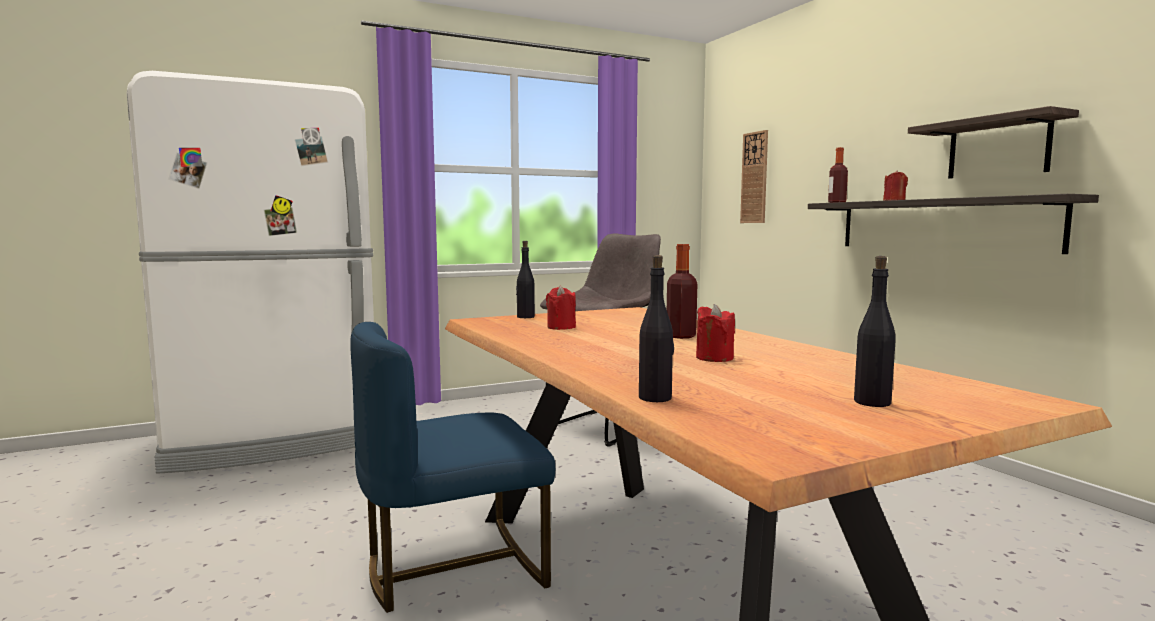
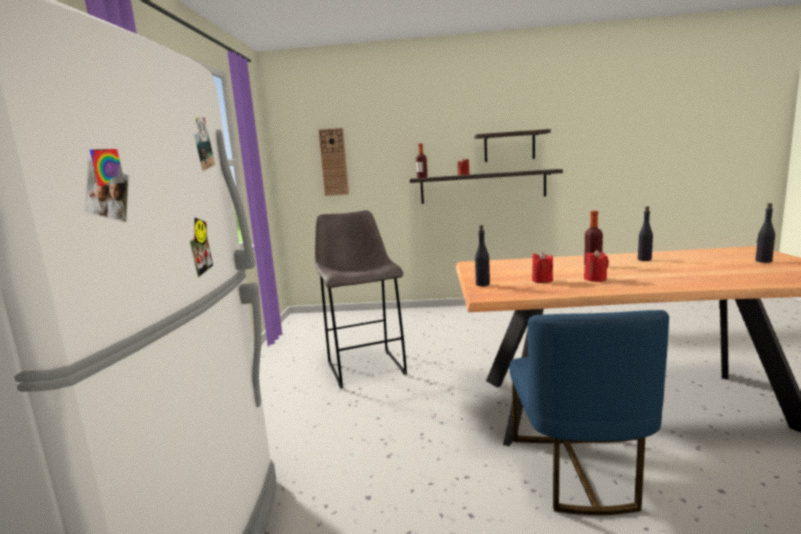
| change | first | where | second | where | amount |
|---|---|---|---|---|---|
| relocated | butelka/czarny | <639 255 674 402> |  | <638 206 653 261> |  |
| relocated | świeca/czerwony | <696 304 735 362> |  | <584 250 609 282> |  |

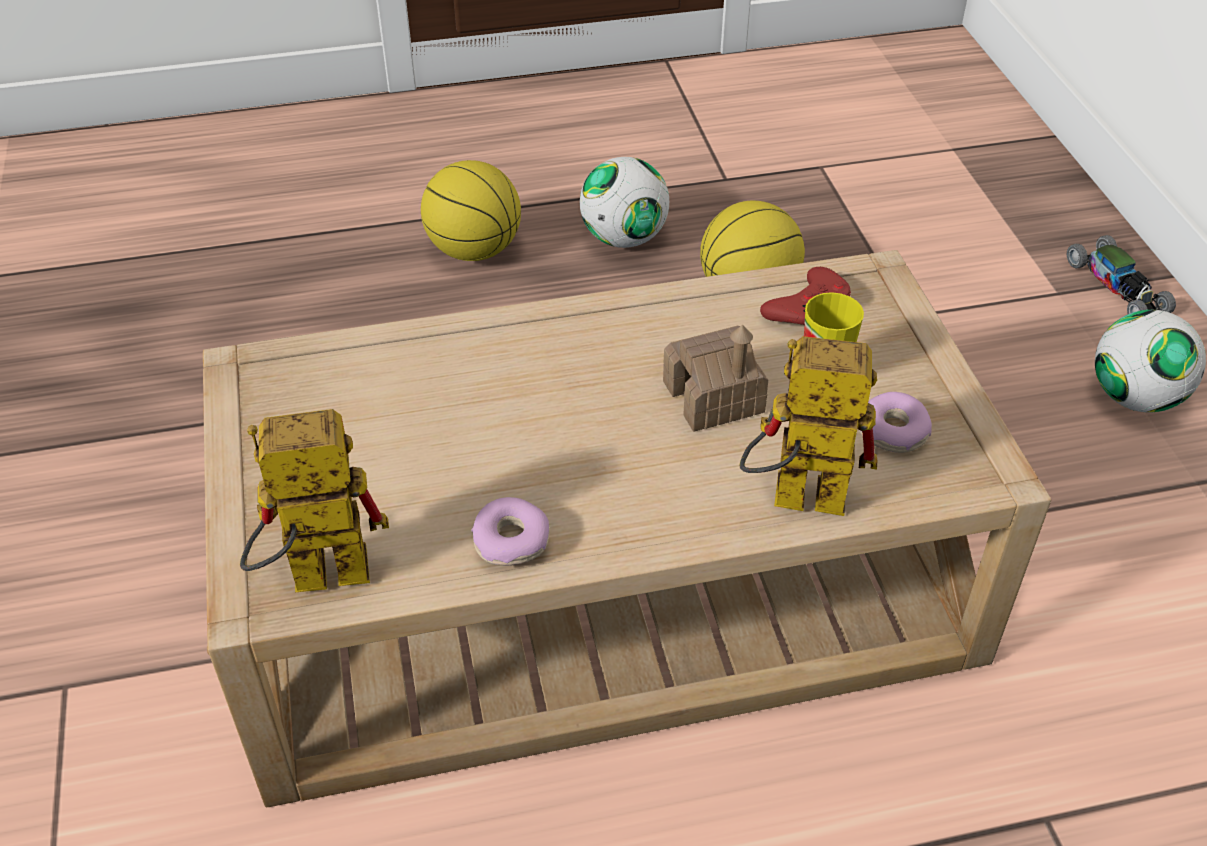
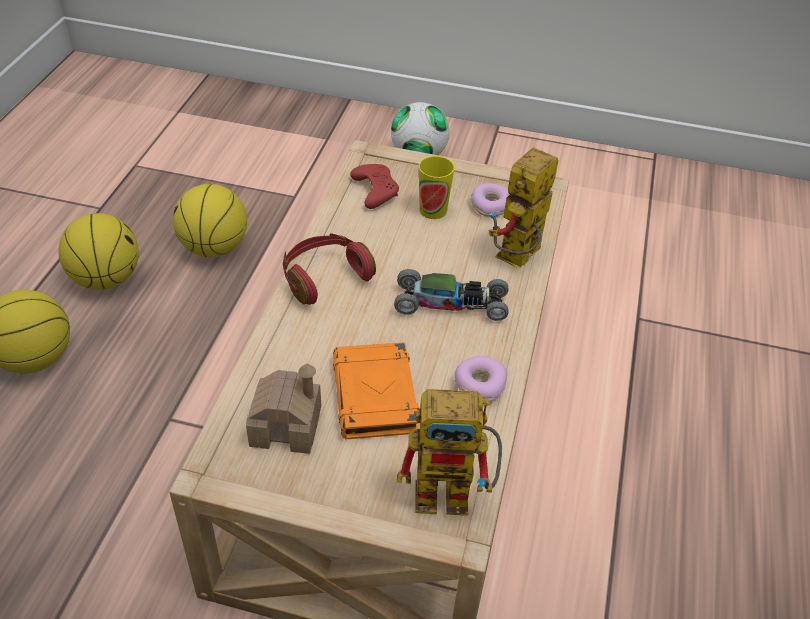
| change | first | where | second | where | amount |
|---|---|---|---|---|---|
| spun | robot zabawkowy | <240 409 389 592> |  | <397 389 502 516> | 105 degrees counterclockwise |
| exchanged | piłka futbolowa | <580 157 669 248> | piłka do koszykówki | <58 213 139 290> |  |
| relocated | domek | <663 325 768 432> |  | <246 364 321 454> |  |
| relocated | samochodzik | <1067 235 1176 314> |  | <394 269 509 321> |  |
| appeared |  |  | słuchawki/czerwony | <283 233 376 305> |  |
| appeared |  |  | książka/pomarańczowy | <333 342 419 439> |  |

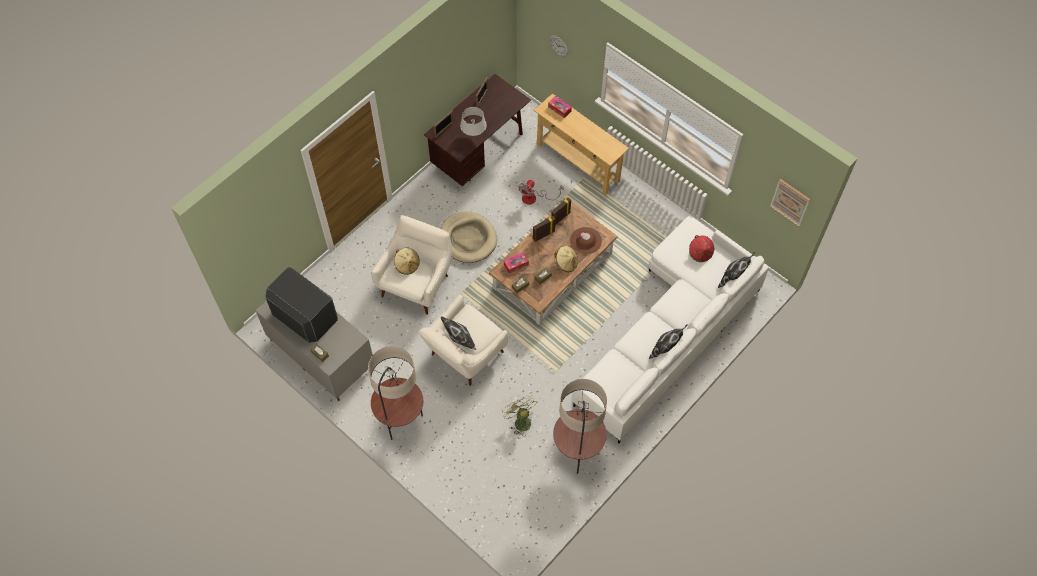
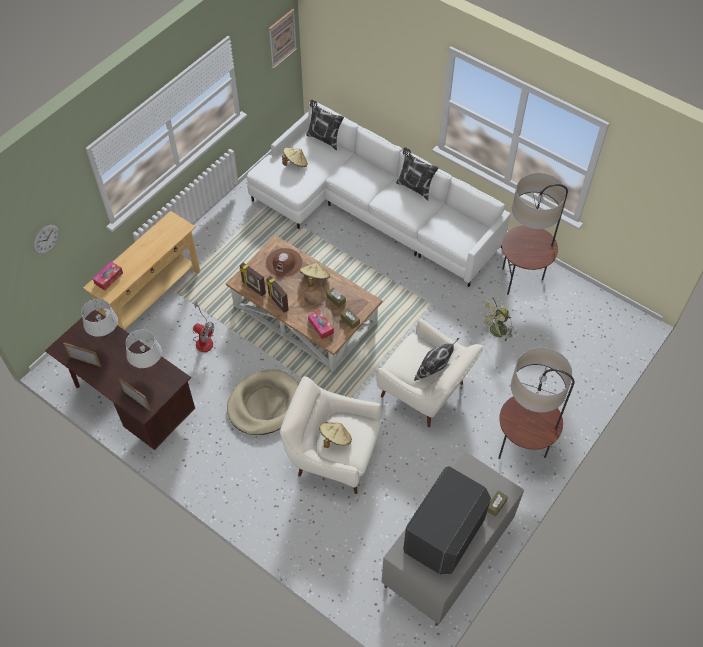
| change | first | where | second | where | amount |
|---|---|---|---|---|---|
| colour | kapelusz/czerwony | <689 235 714 262> | kapelusz/beżowy | <282 147 308 167> |  |
| appeared |  |  | lampa stołowa/szary | <82 299 118 337> |  |

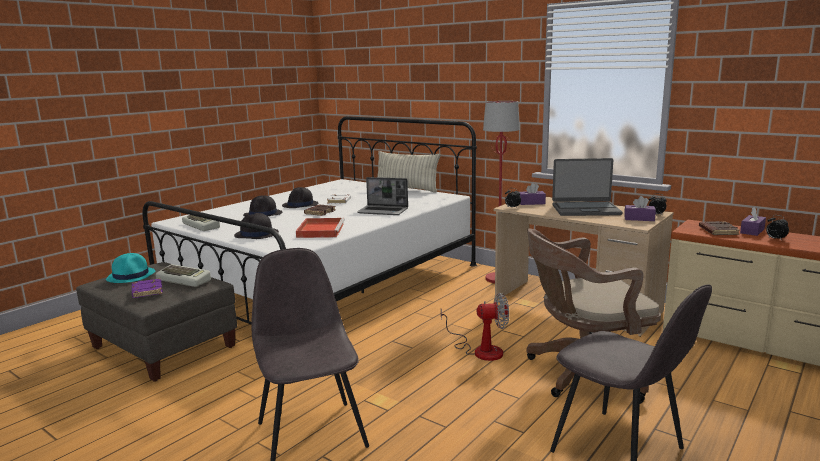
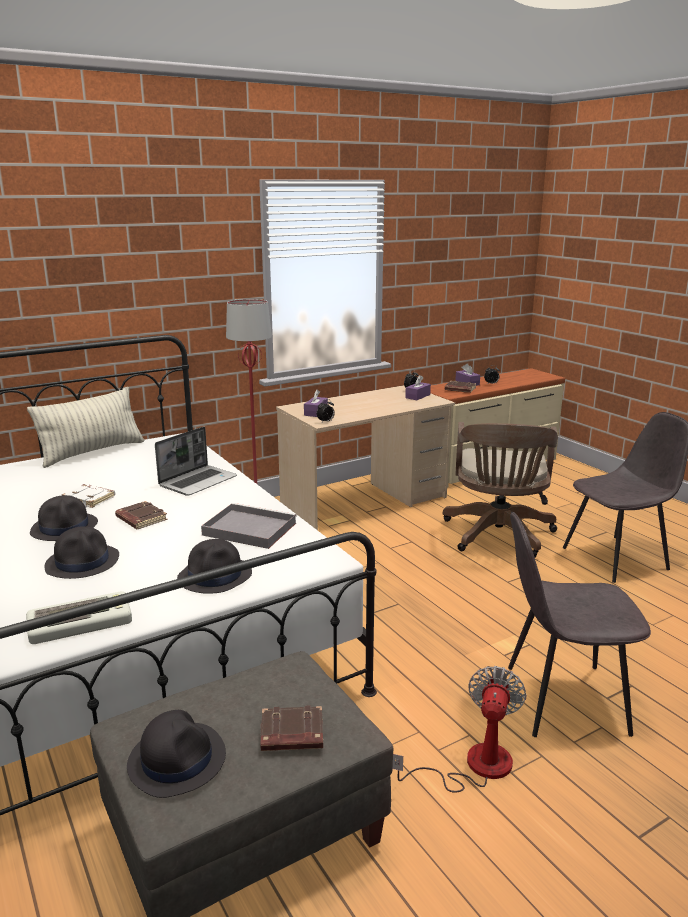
| change | first | where | second | where | amount |
|---|---|---|---|---|---|
| colour | kapelusz/turkusowy | <106 253 156 283> | kapelusz/czarny | <127 710 226 798> |  |
| colour | książka/fioletowy | <132 278 163 298> | książka/brązowy | <260 706 323 751> |  |
| missing | klawiatura | <156 264 211 287> |  |  |  |
| colour | taca/czerwony | <296 218 345 238> | taca/szary | <201 503 297 549> |  |
| relocated | wentylator | <441 293 509 361> |  | <393 666 527 793> |  |
| missing | laptop | <552 158 622 216> |  |  |  |

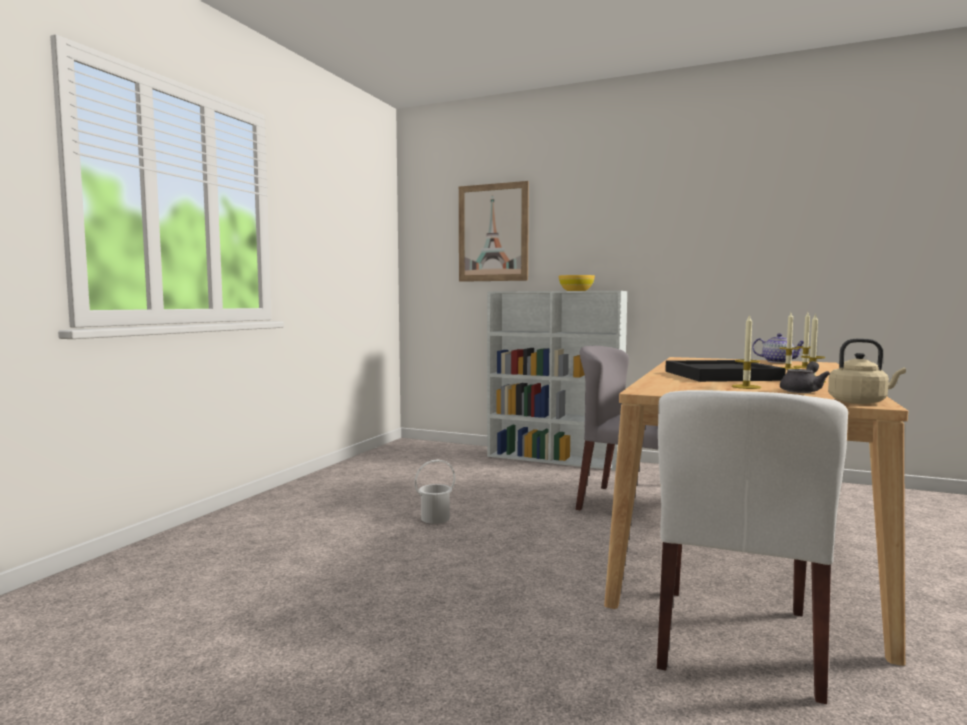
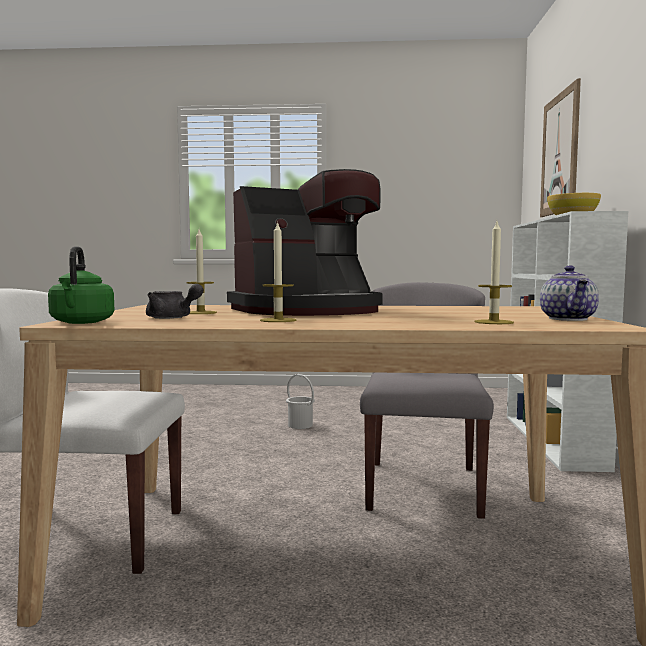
| change | first | where | second | where | amount |
|---|---|---|---|---|---|
| exchanged | taca/czarny | <665 360 786 382> | ekspres do kawy | <227 169 383 316> |  |
| missing | świeca | <779 313 800 370> |  |  |  |
| colour | czajnik/beżowy | <828 338 906 404> | czajnik/zielony | <48 246 115 324> |  |

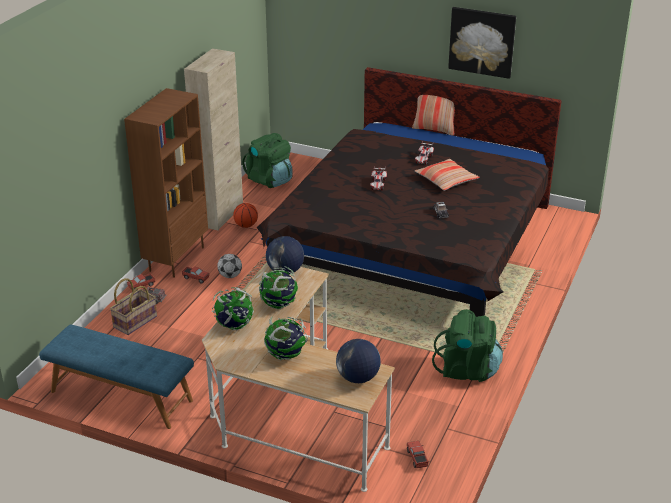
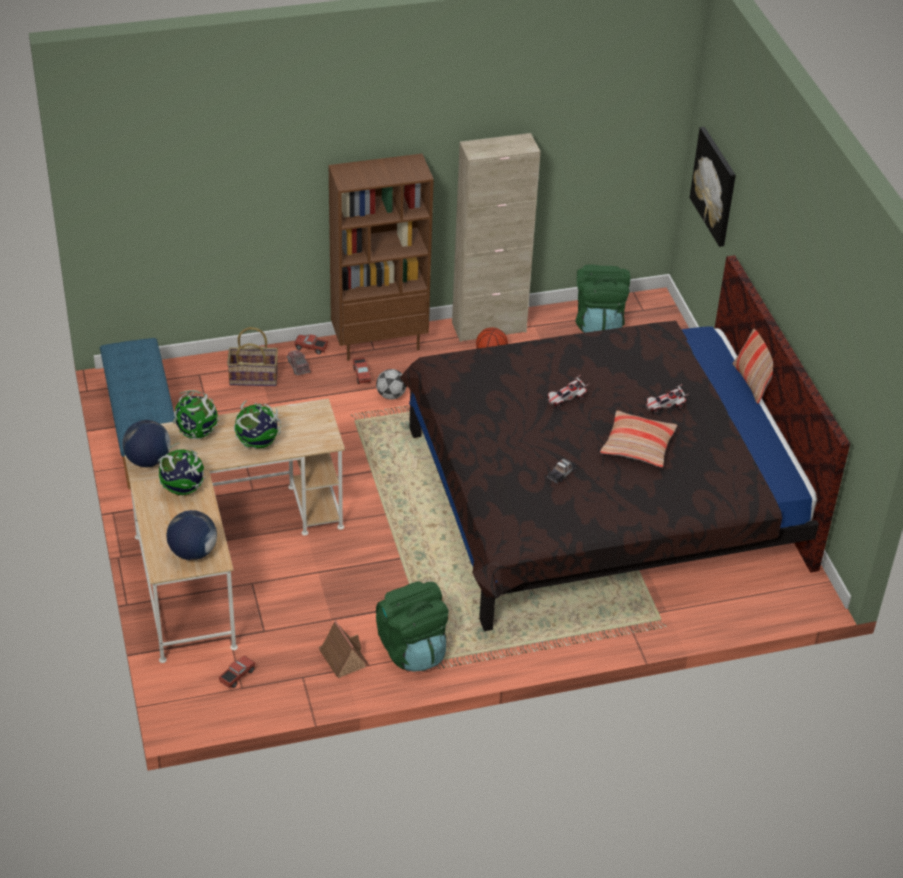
| change | first | where | second | where | amount |
|---|---|---|---|---|---|
| relocated | globus | <266 236 304 274> |  | <122 420 171 467> |  |
| relocated | obraz | <448 7 516 79> |  | <689 127 736 247> |  |
| appeared |  |  | domek | <319 620 368 678> |  |

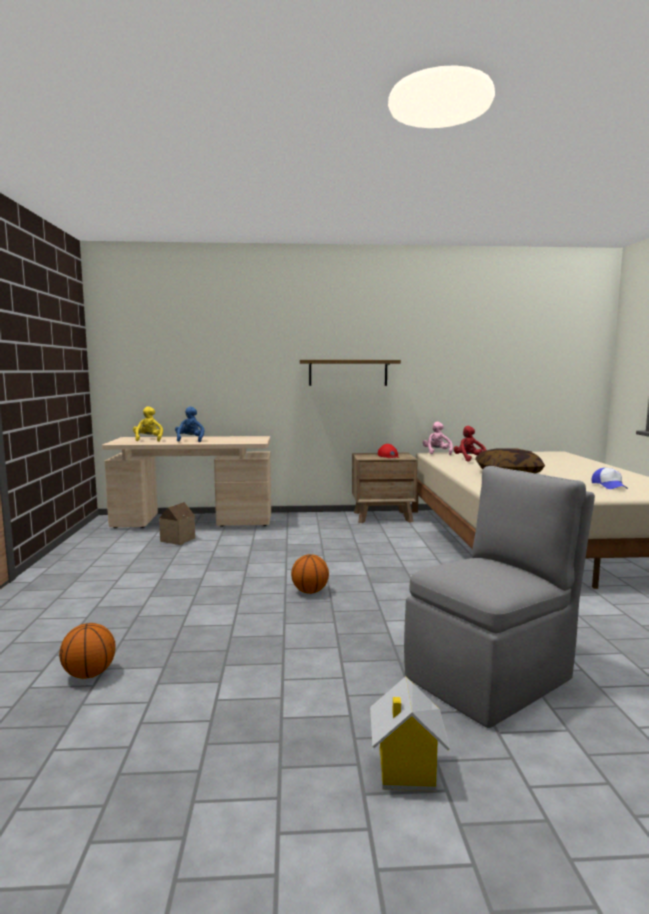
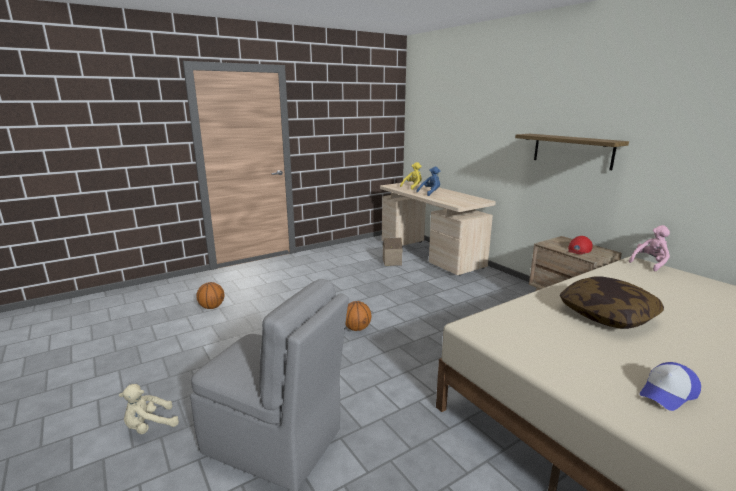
| change | first | where | second | where | amount |
|---|---|---|---|---|---|
| exchanged | domek | <370 676 450 791> | pluszak/beżowy | <119 384 179 434> |  |
| missing | pluszak/czerwony | <454 426 486 462> |  |  |  |

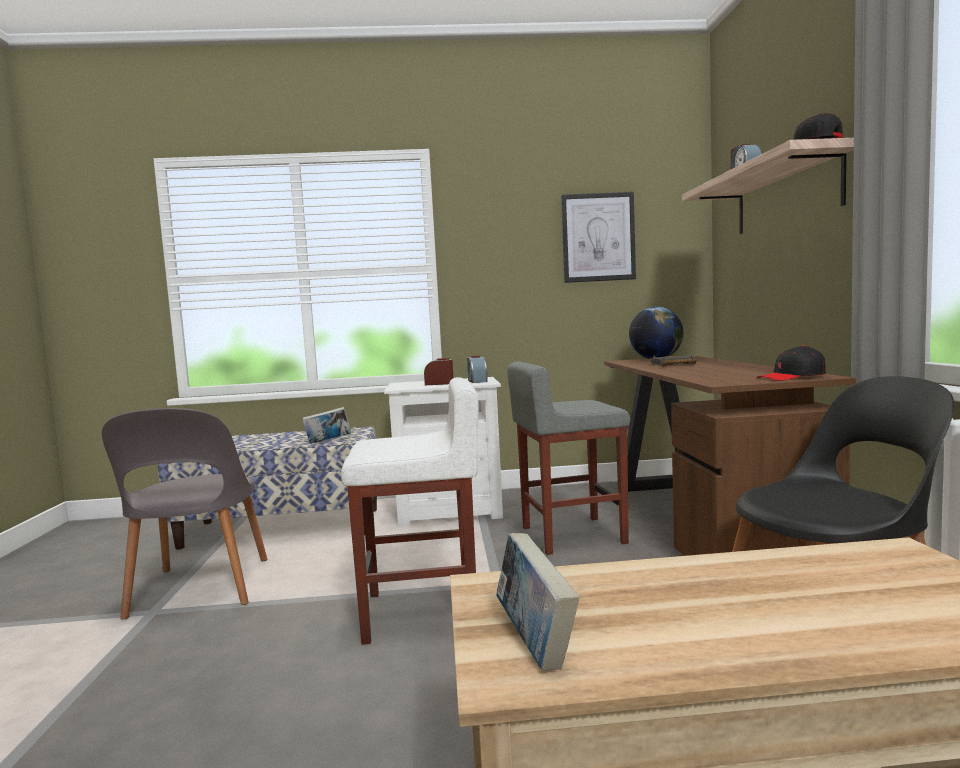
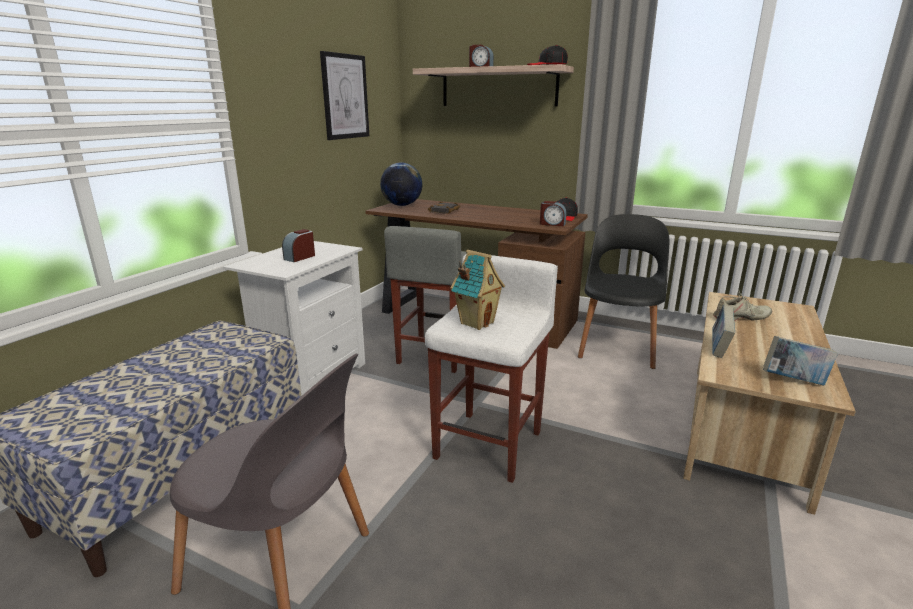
| change | first | where | second | where | amount |
|---|---|---|---|---|---|
| relocated | książka | <303 407 351 444> |  | <712 304 735 358> |  |
| relocated | budzik | <467 355 488 383> |  | <540 201 566 227> |  |
| appeared |  |  | domek | <450 250 505 330> |  |
| appeared |  |  | but/beżowy | <713 290 772 321> |  |

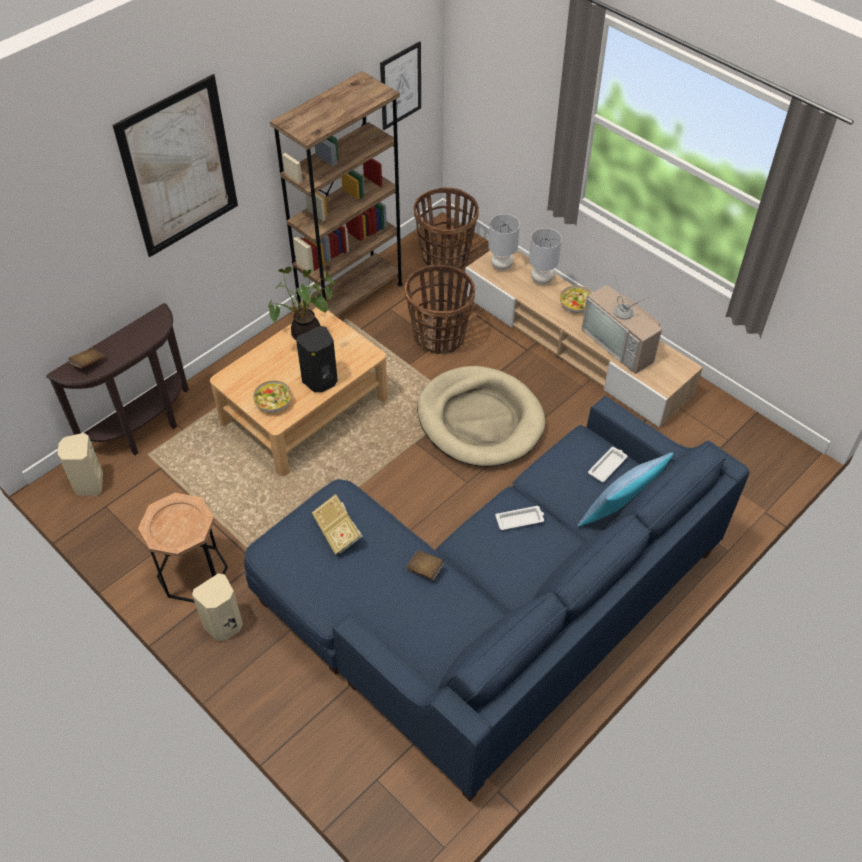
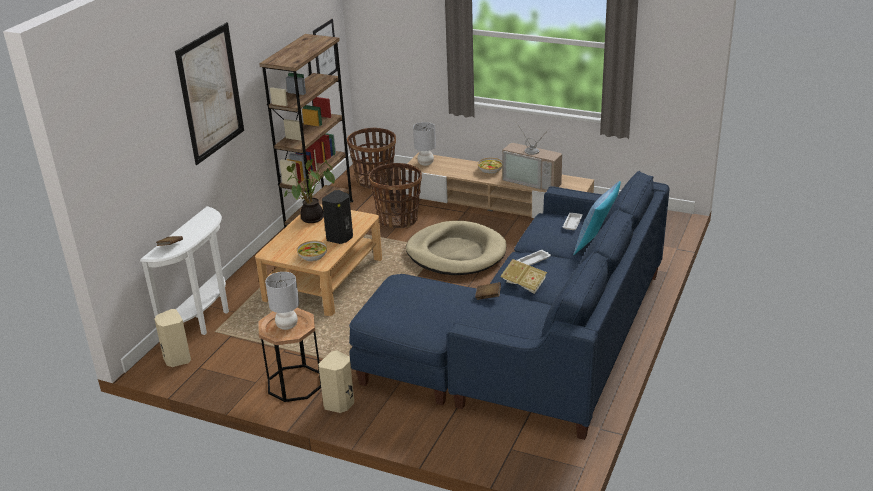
| change | first | where | second | where | amount |
|---|---|---|---|---|---|
| colour | stolik konsolowy/brązowy | <46 303 189 456> | stolik konsolowy/biały | <140 206 229 335> |  |
| relocated | książka | <312 494 363 555> |  | <500 259 547 294> |  |
| relocated | lampa stołowa/szary | <529 228 562 285> |  | <265 272 299 330> |  |

